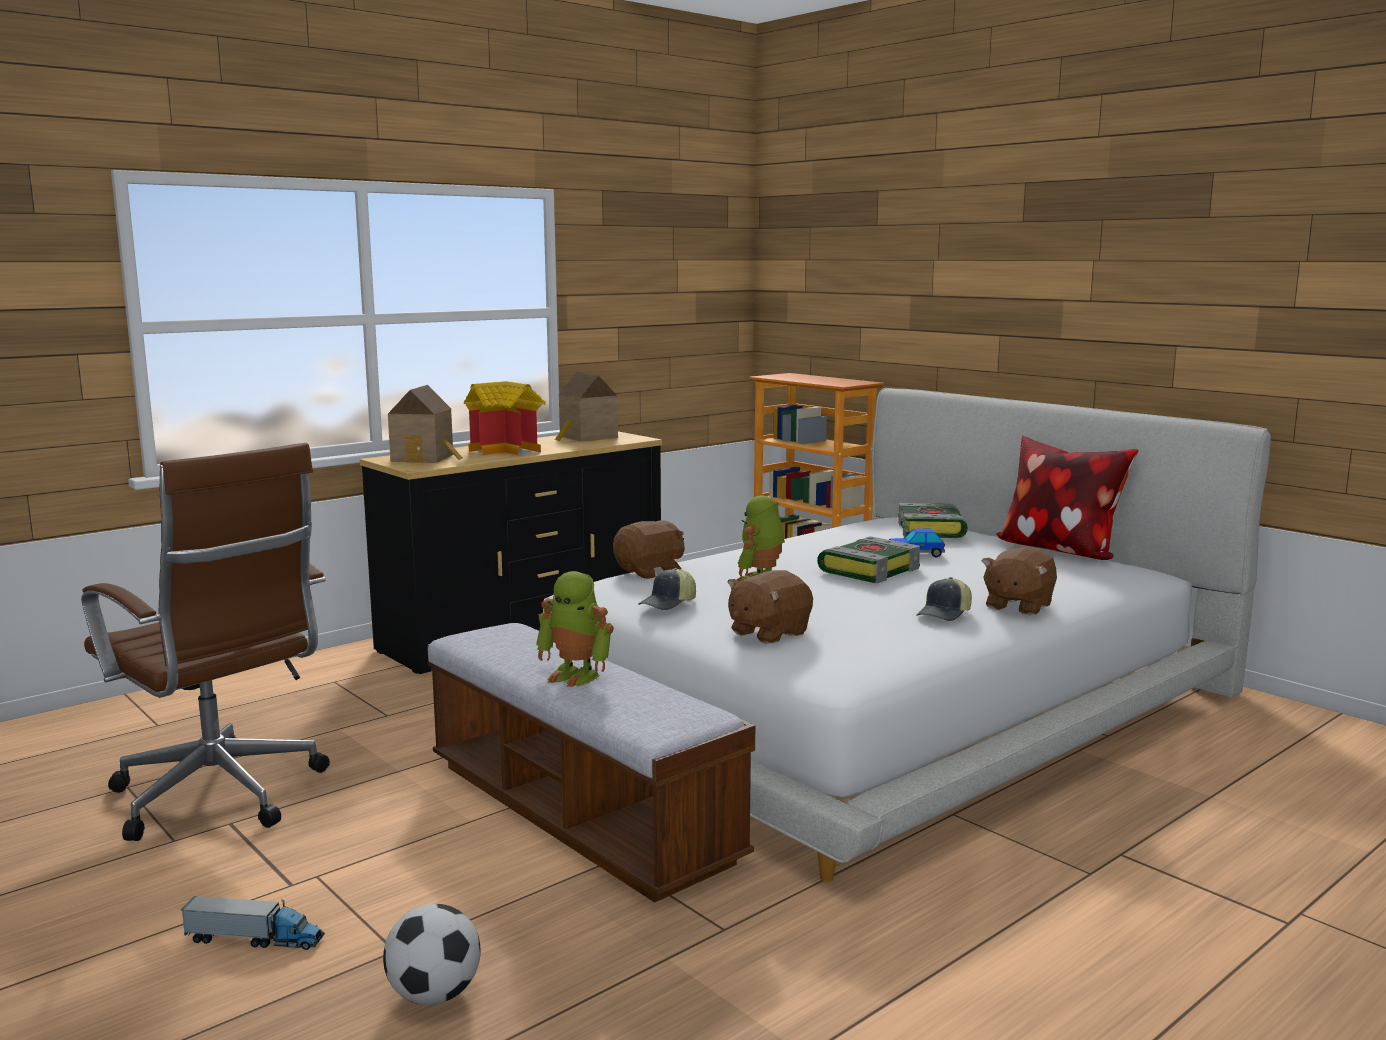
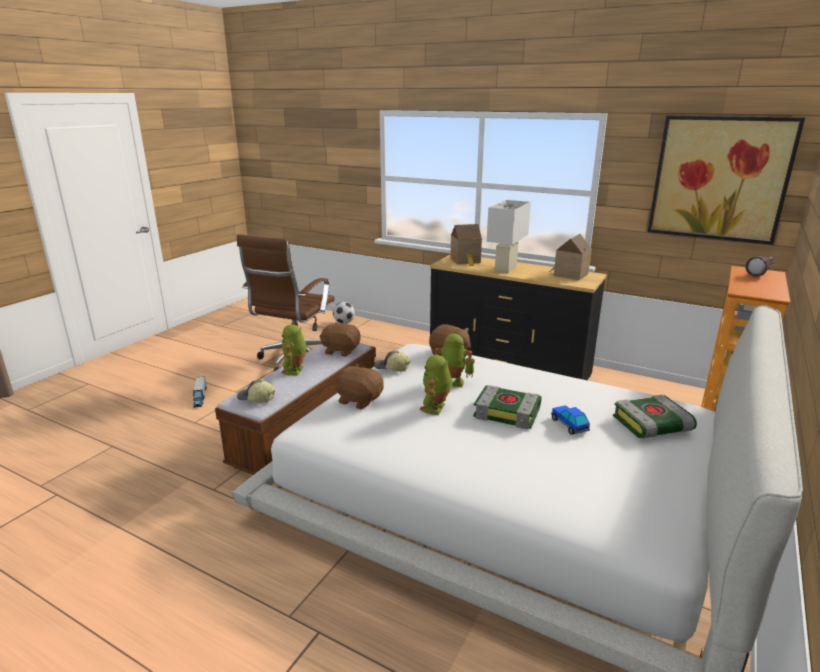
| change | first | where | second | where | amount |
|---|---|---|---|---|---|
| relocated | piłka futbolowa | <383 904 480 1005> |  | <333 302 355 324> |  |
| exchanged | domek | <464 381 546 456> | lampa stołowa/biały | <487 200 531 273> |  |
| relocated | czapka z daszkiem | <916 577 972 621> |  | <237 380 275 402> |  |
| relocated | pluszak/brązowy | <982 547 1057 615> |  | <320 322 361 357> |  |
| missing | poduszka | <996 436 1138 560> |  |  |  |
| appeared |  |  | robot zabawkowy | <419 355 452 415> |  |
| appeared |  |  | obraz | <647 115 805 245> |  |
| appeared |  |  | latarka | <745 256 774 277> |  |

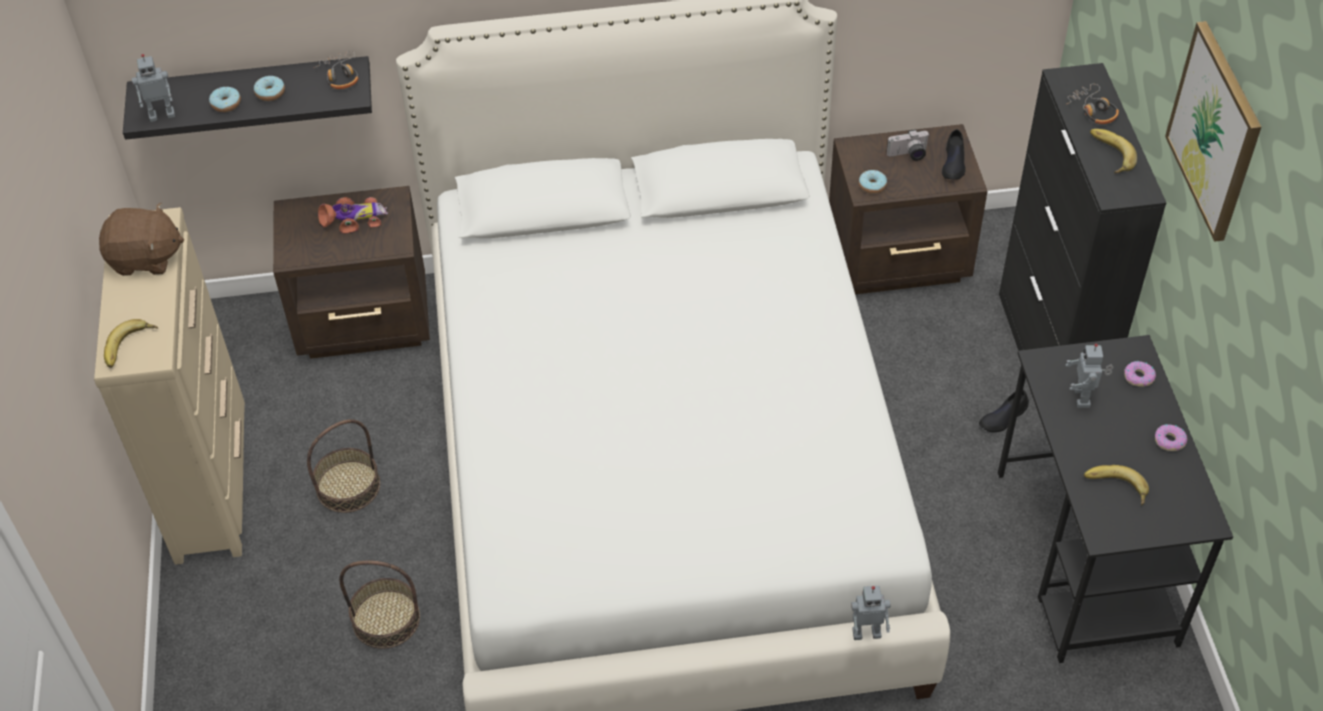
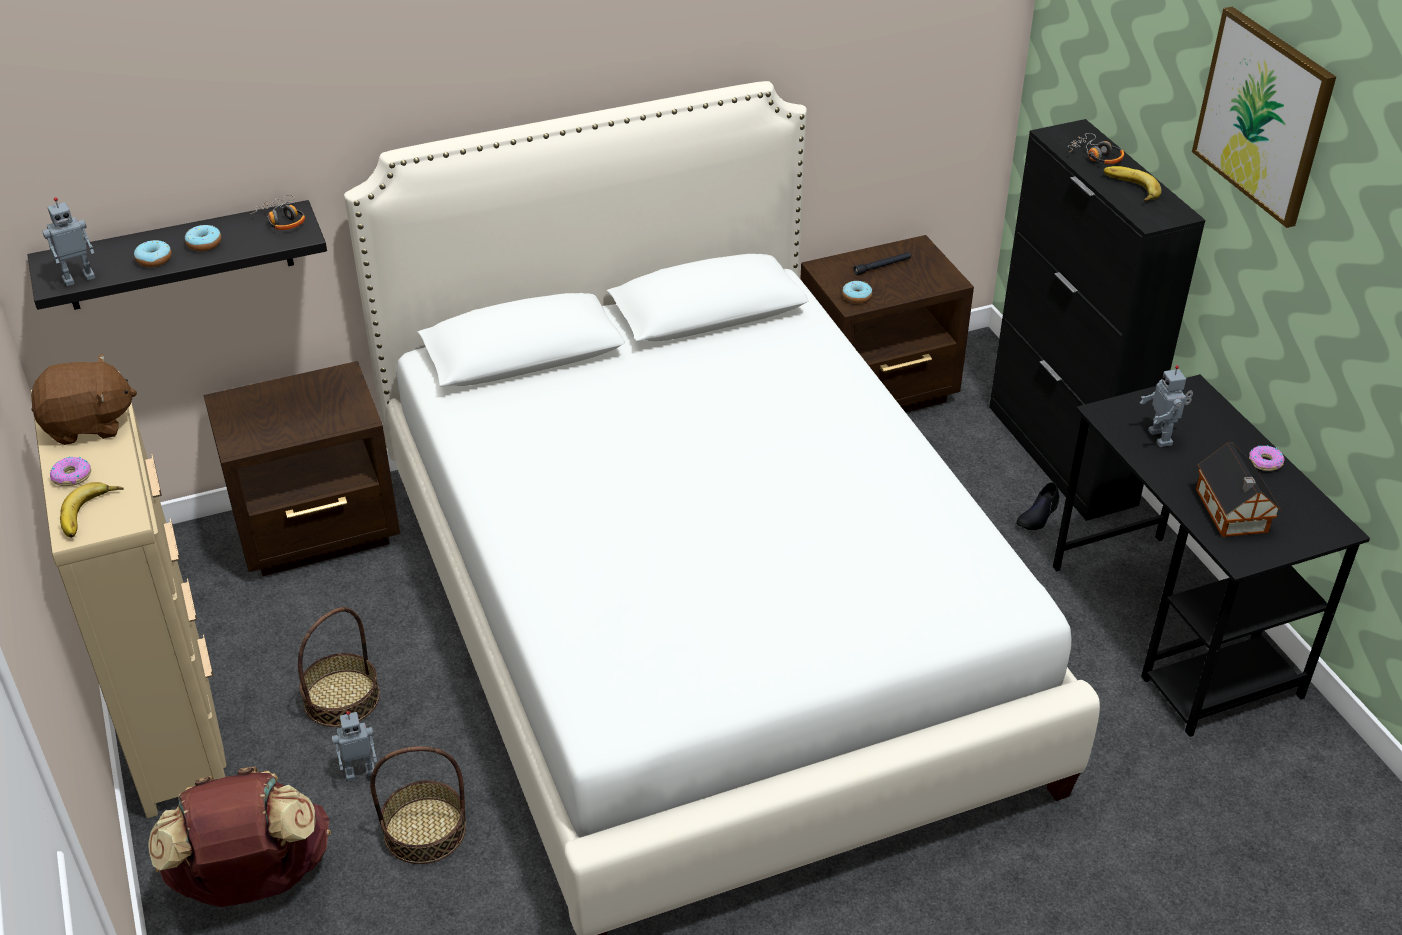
| change | first | where | second | where | amount |
|---|---|---|---|---|---|
| missing | samochodzik | <318 197 388 234> |  |  |  |
| relocated | robot zabawkowy | <851 586 890 640> |  | <332 711 377 781> |  |
| exchanged | aparat fotograficzny | <887 129 929 161> | latarka/czarny | <854 252 911 275> |  |
| missing | but/czarny | <942 129 966 180> |  |  |  |
| exchanged | banan | <1084 465 1149 505> | domek | <1196 442 1281 537> |  |
| relocated | donut | <1124 361 1156 387> |  | <50 457 91 486> |  |
| appeared |  |  | plecak/brązowy | <148 766 331 907> |  |

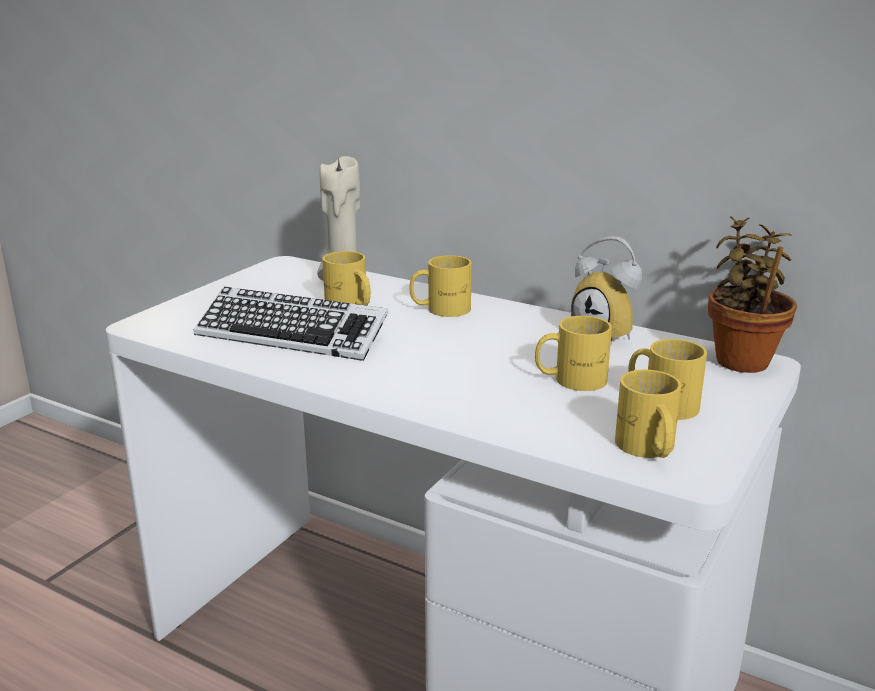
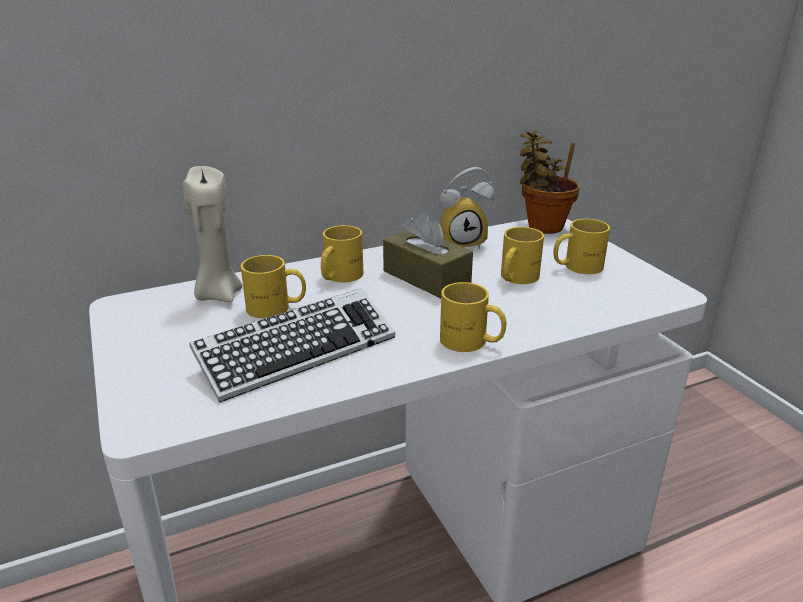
| change | first | where | second | where | amount |
|---|---|---|---|---|---|
| relocated | kubek/żółty | <615 370 682 458> |  | <440 282 506 352> |  |
| appeared |  |  | pudełko chusteczek/brązowy | <383 212 473 298> |  |

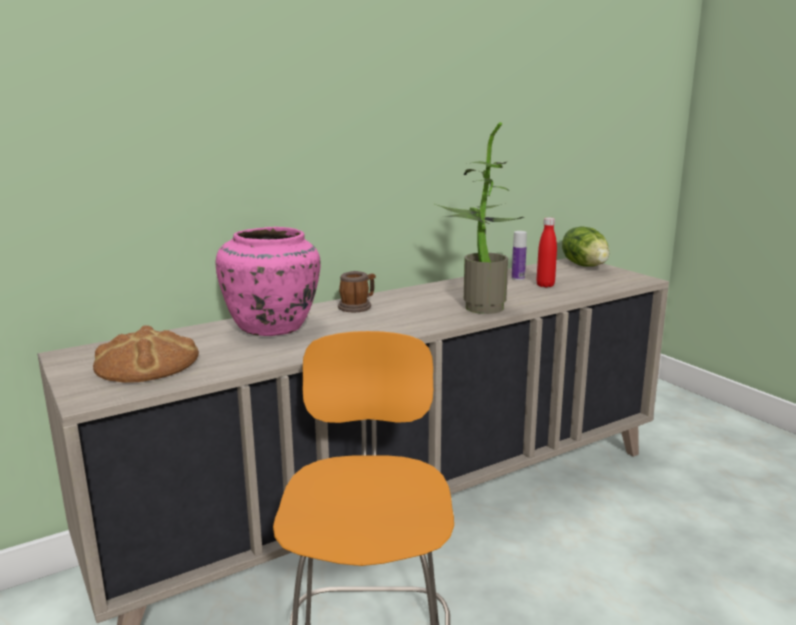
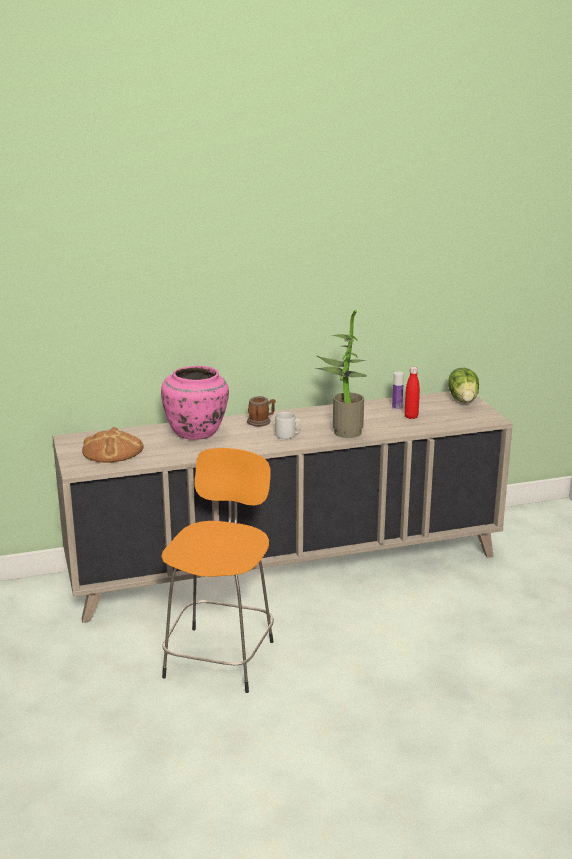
| change | first | where | second | where | amount |
|---|---|---|---|---|---|
| appeared |  |  | kubek/szary | <275 412 301 439> |  |

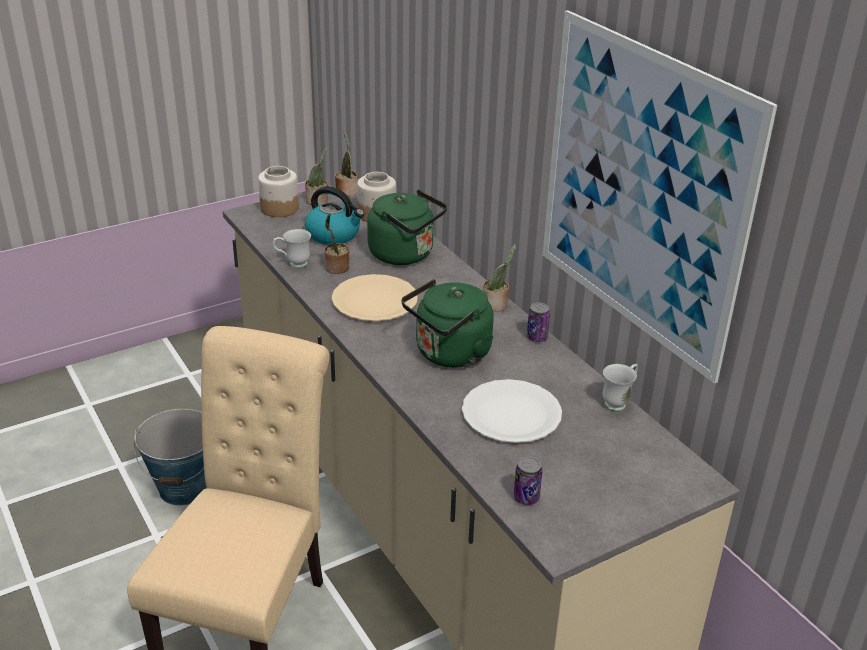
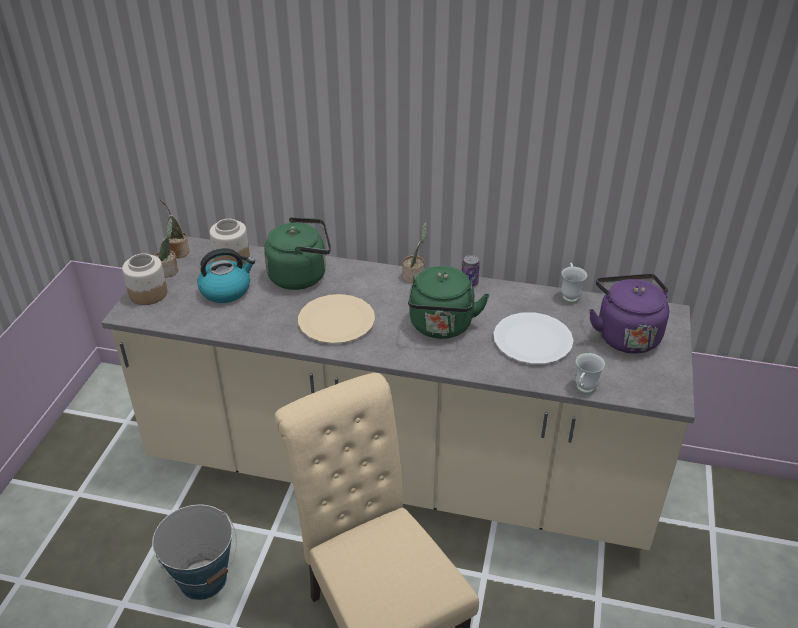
| change | first | where | second | where | amount |
|---|---|---|---|---|---|
| relocated | kubek/biały | <273 229 311 268> |  | <575 353 605 394> |  |
| missing | roślina doniczkowa | <324 214 349 274> |  |  |  |
| missing | puszka | <514 457 542 505> |  |  |  |
| missing | obraz | <543 10 777 384> |  |  |  |
| appeared |  |  | czajnik/fioletowy | <589 274 669 354> |  |

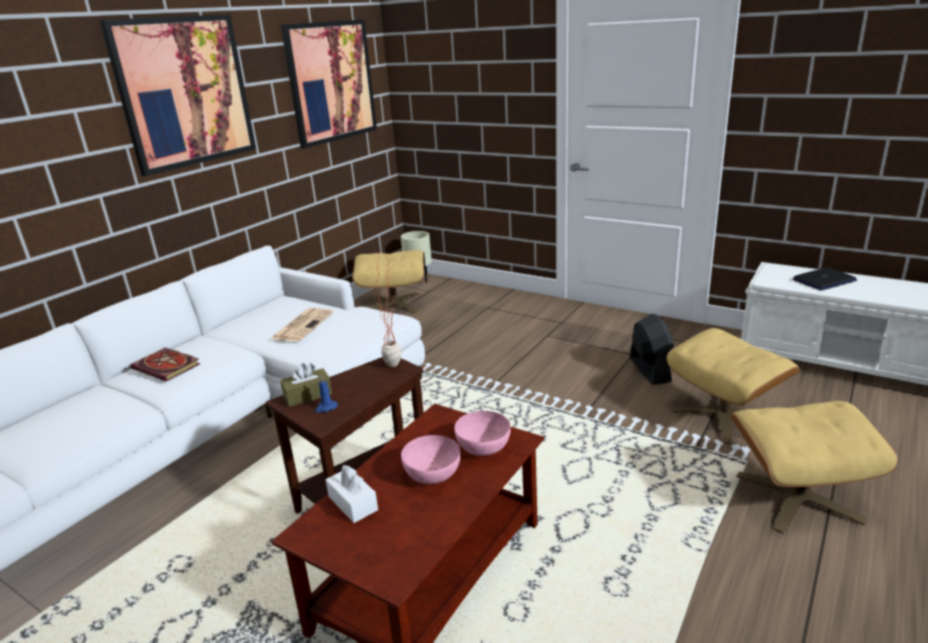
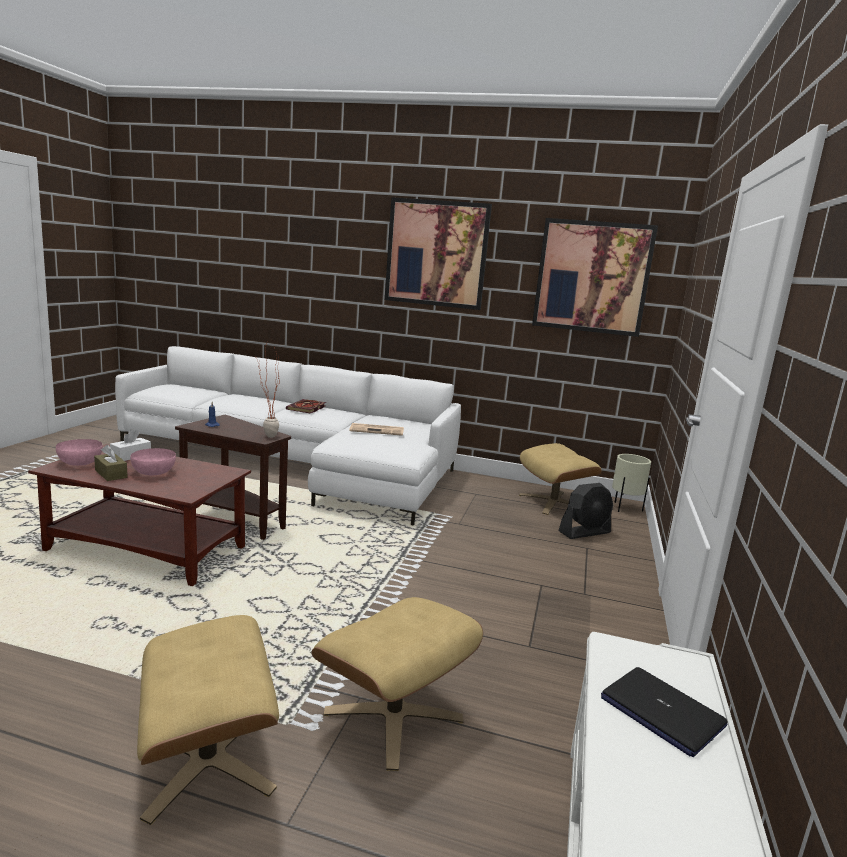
| change | first | where | second | where | amount |
|---|---|---|---|---|---|
| relocated | pudełko chusteczek/brązowy | <280 363 332 407> |  | <94 445 127 481> |  |
| relocated | miska/różowy | <455 411 511 456> |  | <56 439 103 466> |  |
| relocated | wentylator/czarny | <630 314 674 385> |  | <559 483 613 539> |  |

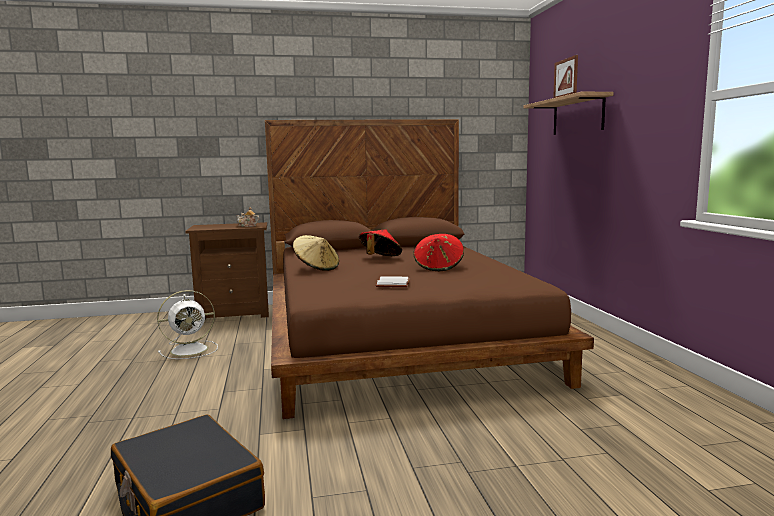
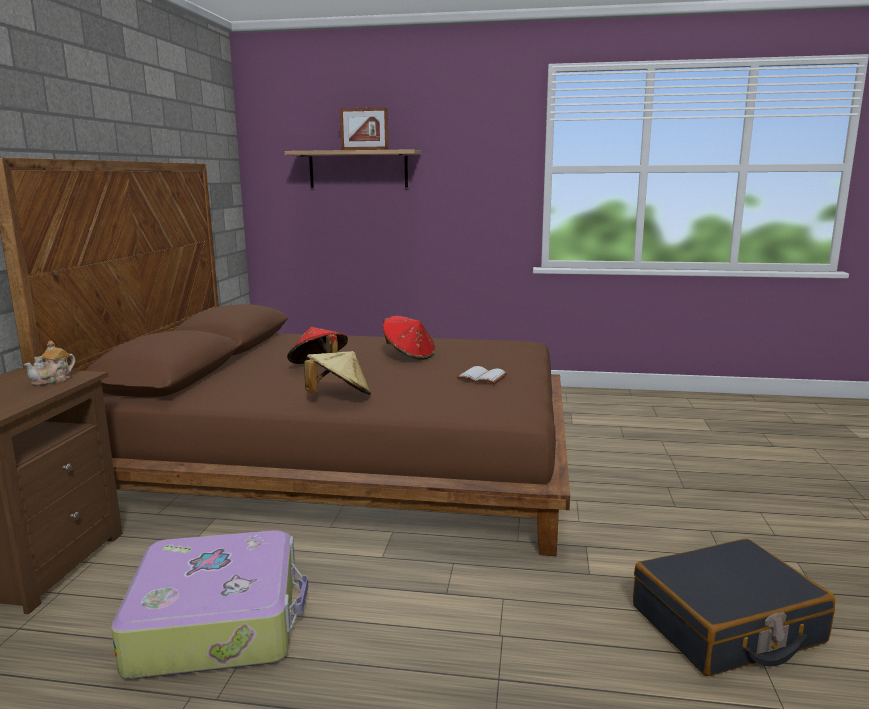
| change | first | where | second | where | amount |
|---|---|---|---|---|---|
| exchanged | wentylator/biały | <157 290 218 359> | walizka | <111 530 308 679> |  |

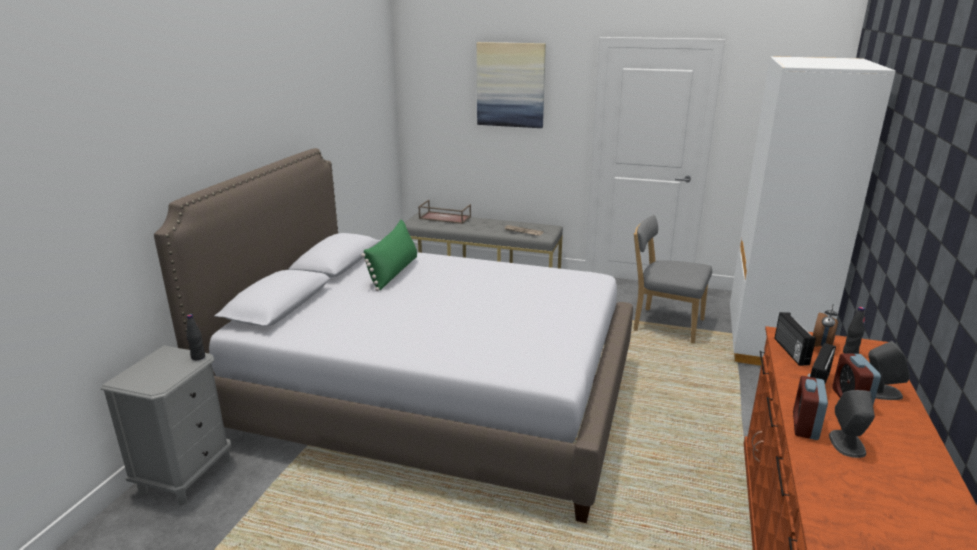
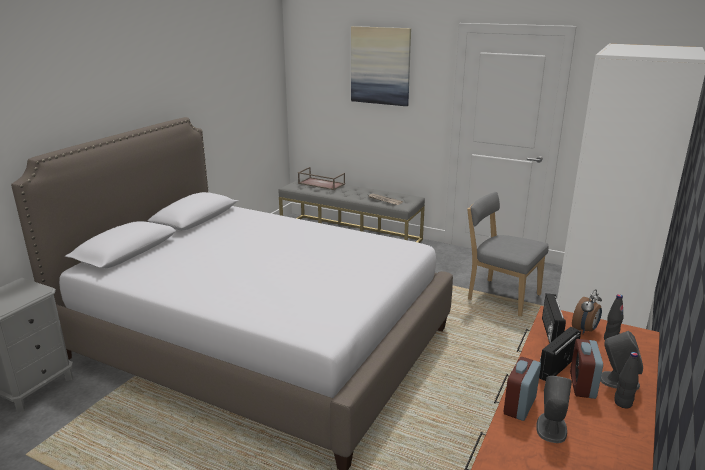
| change | first | where | second | where | amount |
|---|---|---|---|---|---|
| relocated | butelka/czarny | <186 314 205 360> |  | <614 352 639 408> |  |
| missing | poduszka/zielony | <361 220 417 291> |  |  |  |

